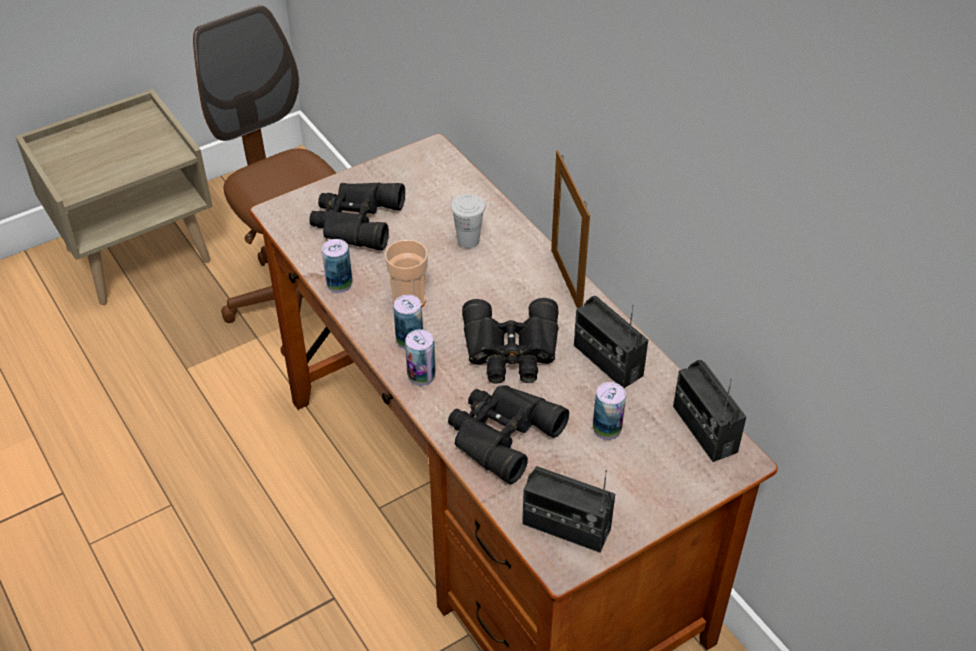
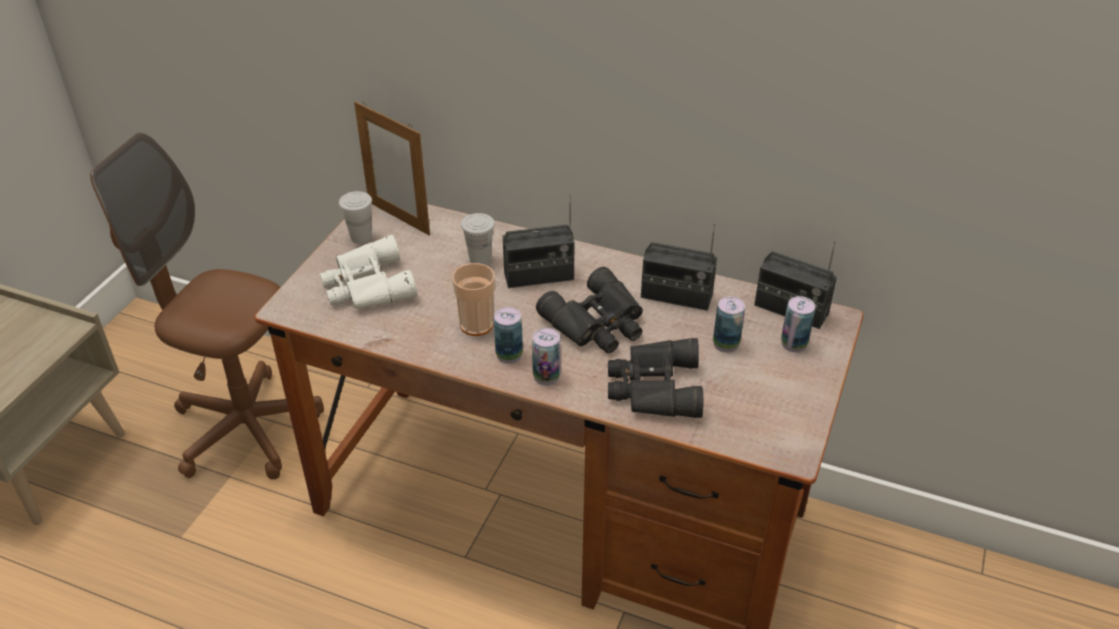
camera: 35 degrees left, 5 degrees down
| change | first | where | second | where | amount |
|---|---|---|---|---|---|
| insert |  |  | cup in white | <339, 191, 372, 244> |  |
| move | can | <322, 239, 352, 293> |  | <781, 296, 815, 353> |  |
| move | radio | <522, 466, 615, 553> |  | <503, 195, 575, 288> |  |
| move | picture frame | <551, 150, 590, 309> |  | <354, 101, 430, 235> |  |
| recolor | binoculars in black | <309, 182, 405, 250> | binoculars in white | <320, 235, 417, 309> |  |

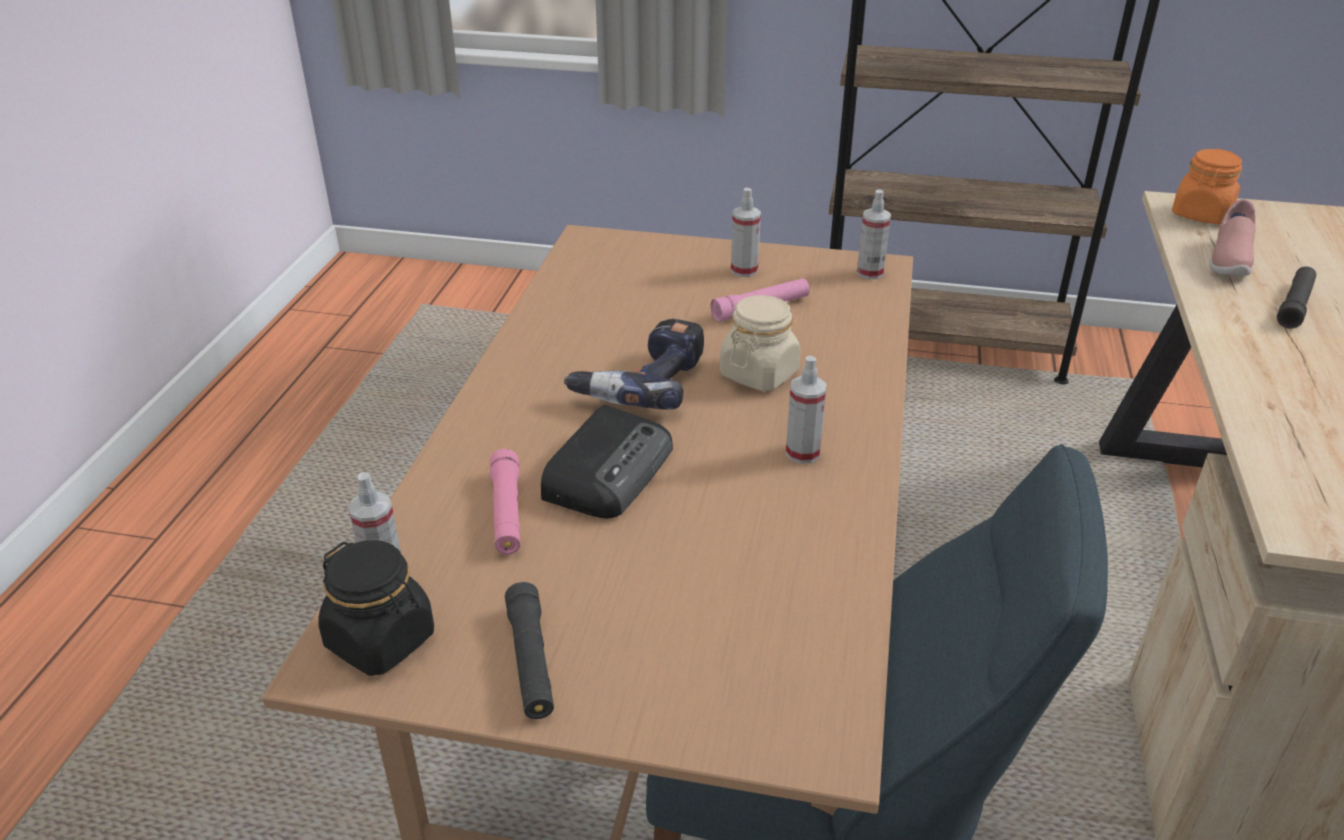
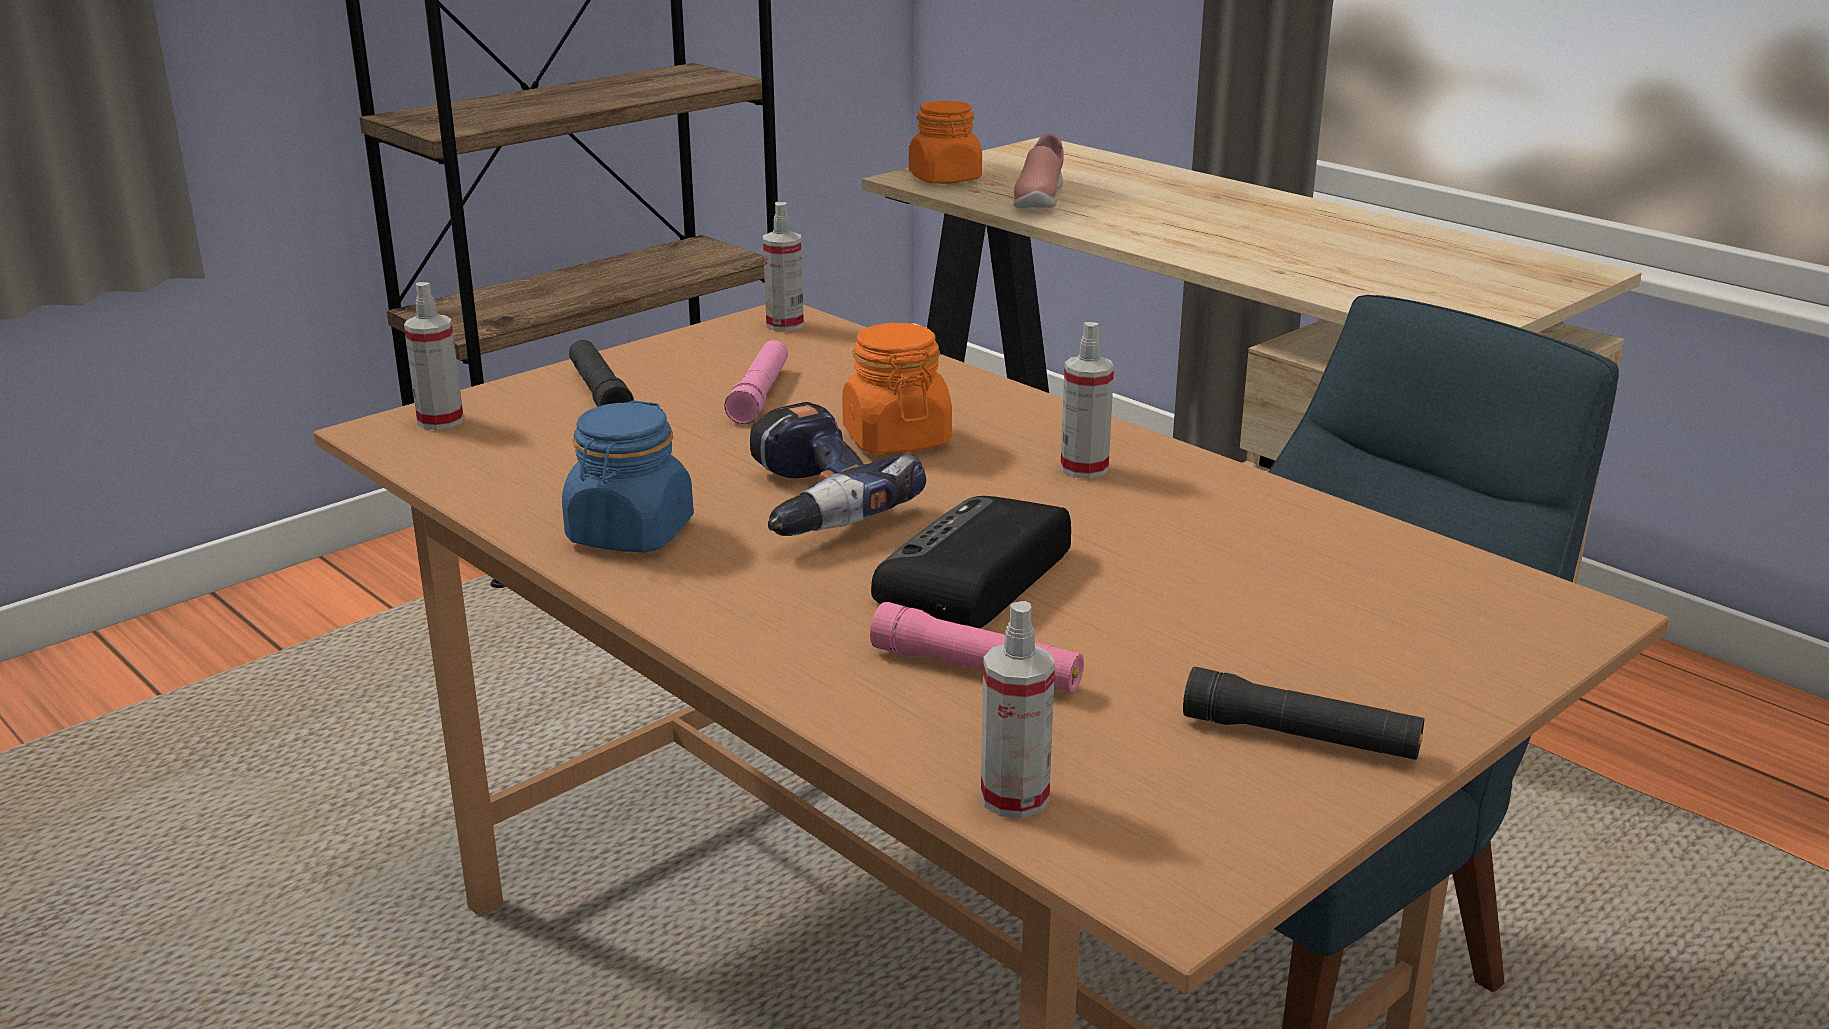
camera: 55 degrees left, 10 degrees down
| change | first | where | second | where | amount |
|---|---|---|---|---|---|
| delete | jar in black | <318, 540, 434, 676> |  |  |  |
| insert |  |  | jar in blue | <562, 400, 694, 552> |  |
| move | spray bottle | <731, 188, 761, 277> |  | <404, 282, 464, 430> |  |
| move | flashlight in black | <1277, 266, 1316, 329> |  | <569, 340, 634, 407> |  |
| recolor | jar in beige | <720, 295, 801, 391> | jar in orange | <842, 323, 952, 454> |  |
| rotate | radio | <541, 405, 673, 518> |  | <871, 496, 1071, 629> | 120 degrees counterclockwise |
| rotate | shoe in pink | <1209, 199, 1256, 276> |  | <1014, 134, 1064, 208> | 45 degrees clockwise |

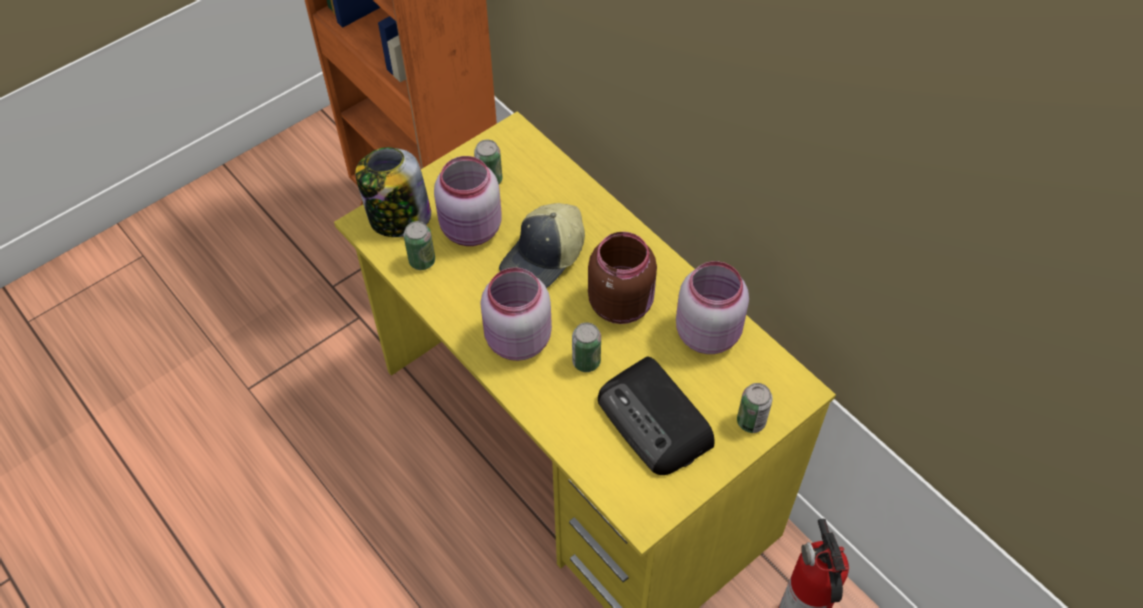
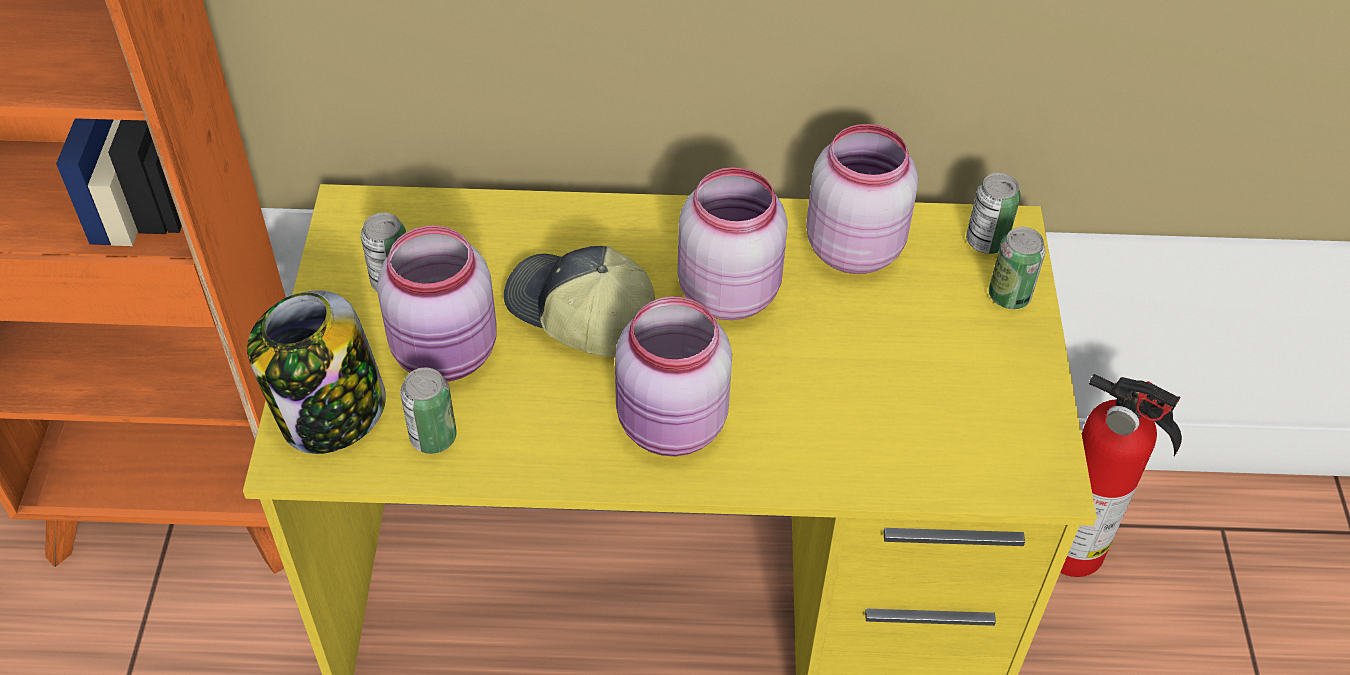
camera: 50 degrees left, 5 degrees down
| change | first | where | second | where | amount |
|---|---|---|---|---|---|
| delete | radio | <598, 356, 715, 475> |  |  |  |
| move | can | <572, 322, 601, 372> |  | <966, 173, 1021, 254> |  |
| recolor | jar in brown | <588, 232, 657, 324> | jar in pink | <677, 167, 788, 320> |  |
| rotate | cap | <499, 203, 585, 288> |  | <504, 246, 655, 357> | 135 degrees clockwise |

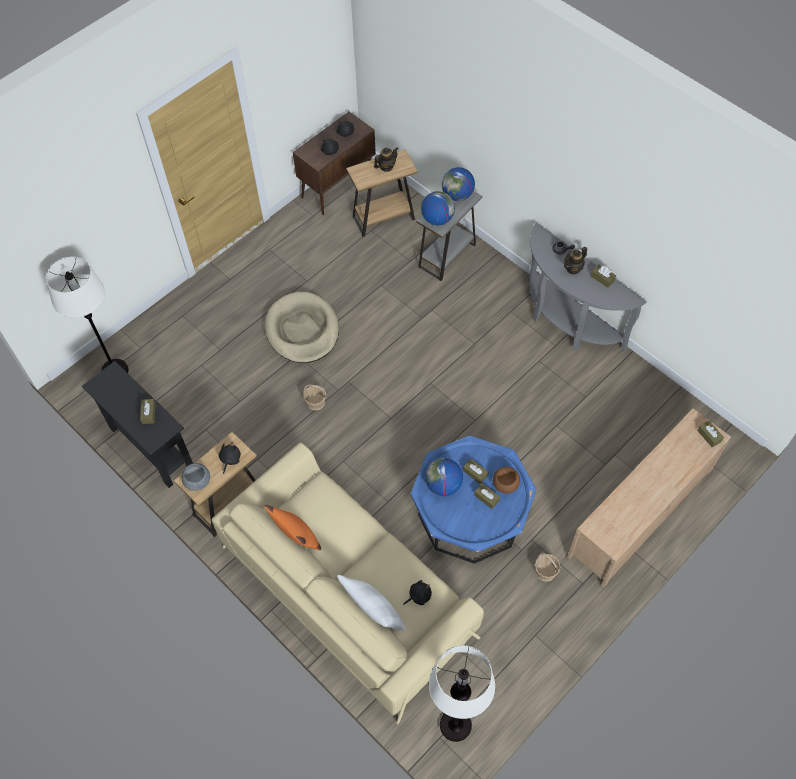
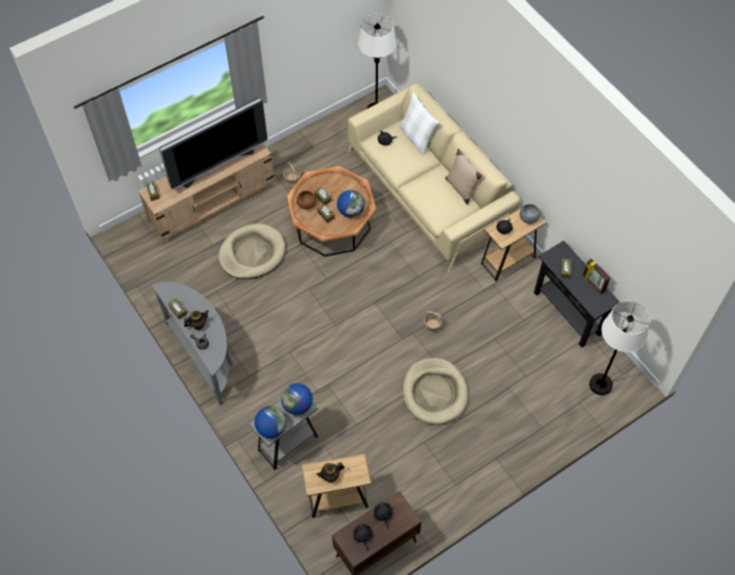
camera: 170 degrees left, 0 degrees up
| change | first | where | second | where | amount |
|---|---|---|---|---|---|
| insert |  |  | television | <159, 97, 268, 190> |  |
| insert |  |  | dog bed in beige | <218, 223, 285, 279> |  |
| insert |  |  | picture frame | <583, 259, 610, 294> |  |
| recolor | pillow in orange | <264, 505, 321, 550> | pillow in beige | <446, 149, 482, 205> |  |
| recolor | coffee table in blue | <411, 435, 536, 564> | coffee table in brown | <287, 166, 376, 257> |  |

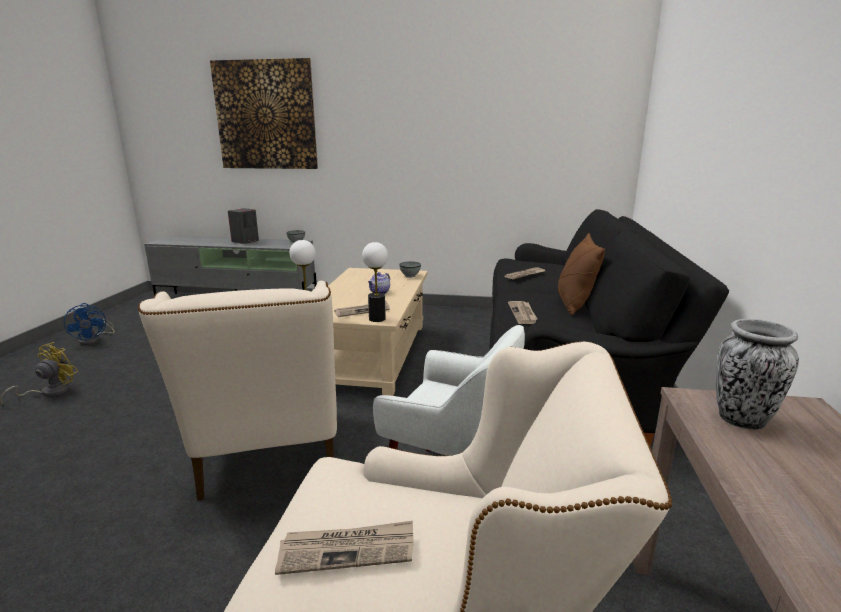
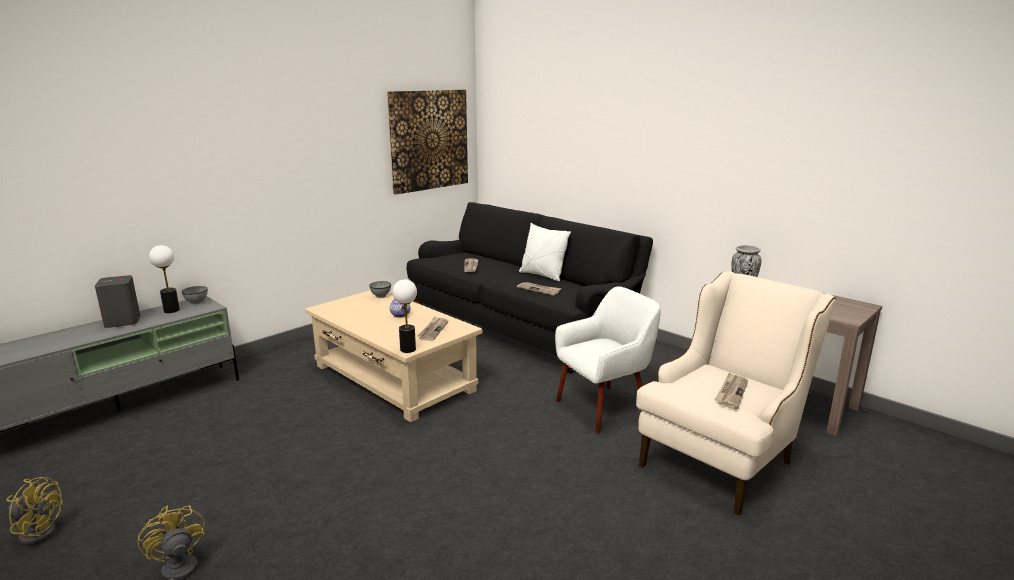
camera: 55 degrees left, 0 degrees up
| change | first | where | second | where | amount |
|---|---|---|---|---|---|
| delete | armchair in beige | <138, 281, 337, 500> |  |  |  |
| move | picture | <210, 58, 318, 169> |  | <387, 90, 468, 195> |  |
| move | table lamp | <362, 242, 388, 322> |  | <149, 245, 180, 313> |  |
| recolor | fan in blue | <64, 303, 115, 345> | fan in yellow | <7, 477, 63, 546> |  |
| recolor | pillow in brown | <558, 233, 605, 315> | pillow in white | <519, 223, 571, 281> |  |

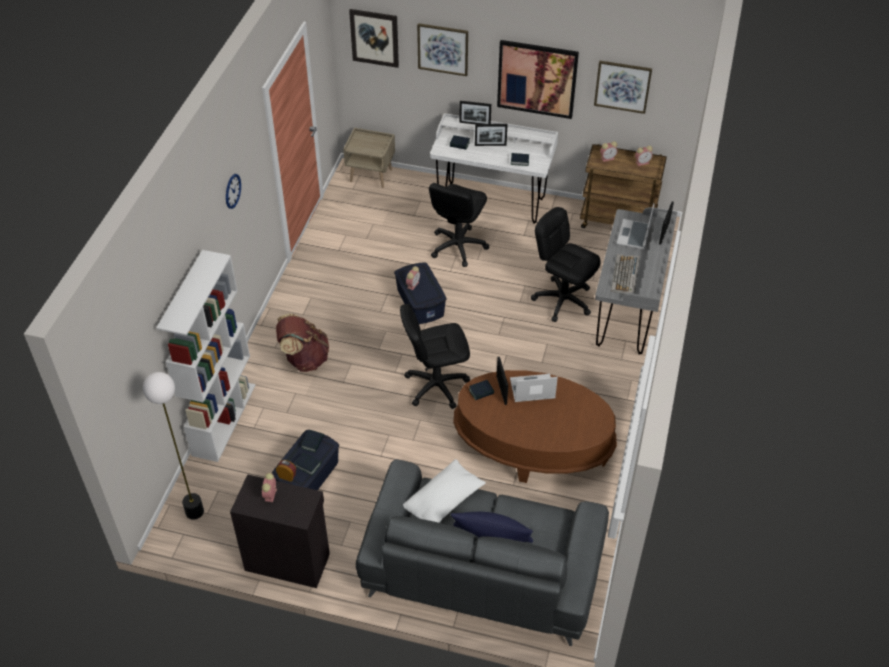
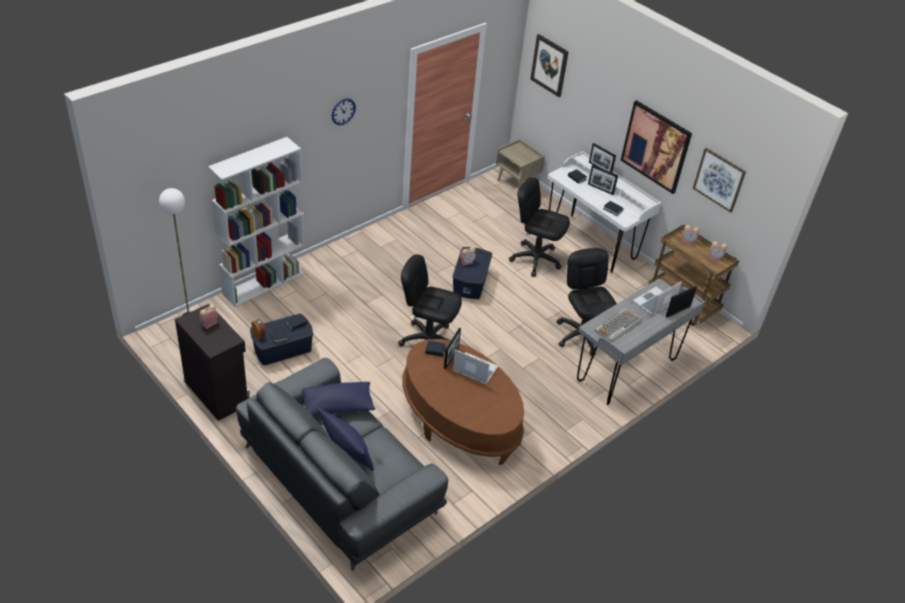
camera: 30 degrees right, 5 degrees down
| change | first | where | second | where | amount |
|---|---|---|---|---|---|
| delete | backpack in brown | <276, 313, 329, 372> |  |  |  |
| delete | picture | <417, 23, 468, 76> |  |  |  |
| recolor | pillow in white | <403, 459, 486, 523> | pillow in blue | <302, 382, 375, 416> |  |
| rotate | office chair in black | <429, 183, 489, 267> |  | <509, 177, 570, 277> | 60 degrees clockwise |

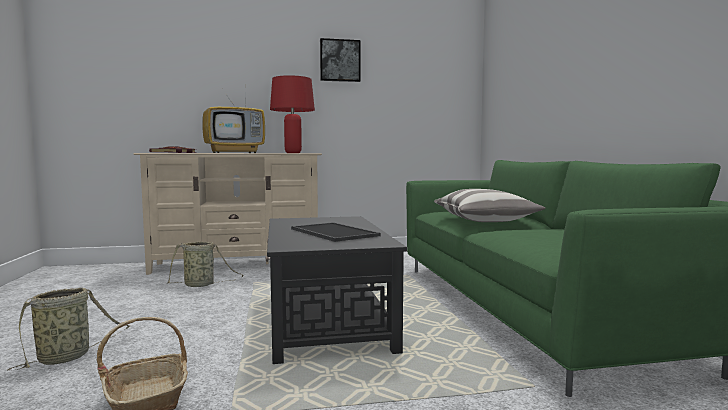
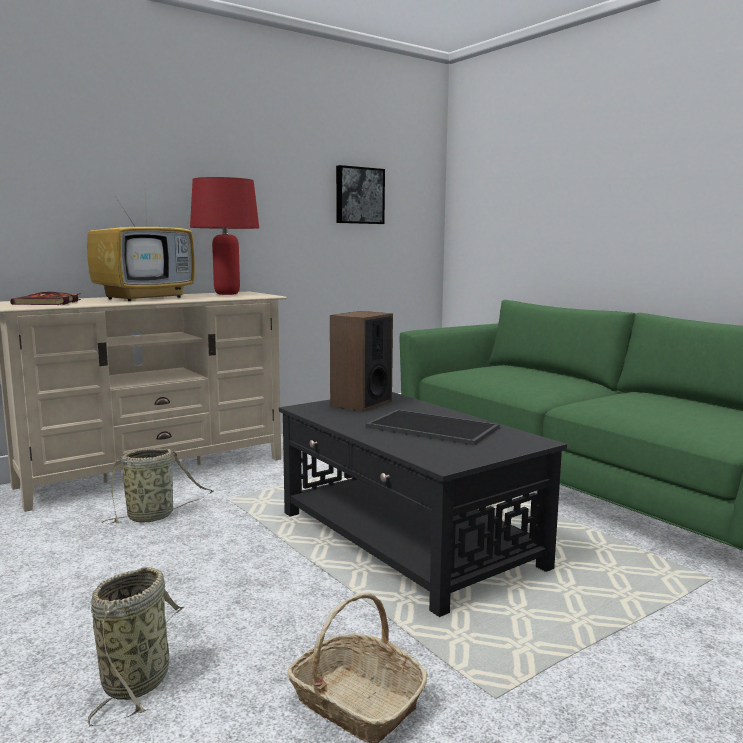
camera: 25 degrees left, 5 degrees up
| change | first | where | second | where | amount |
|---|---|---|---|---|---|
| delete | pillow | <434, 189, 545, 222> |  |  |  |
| insert |  |  | speaker | <330, 311, 393, 412> |  |
| move | picture | <320, 38, 361, 82> |  | <336, 165, 385, 224> |  |

